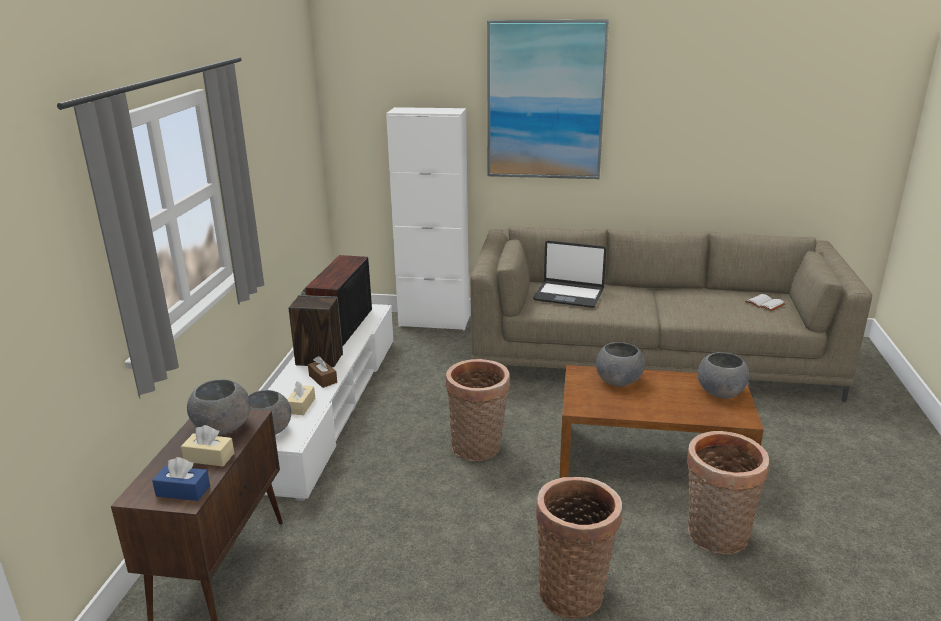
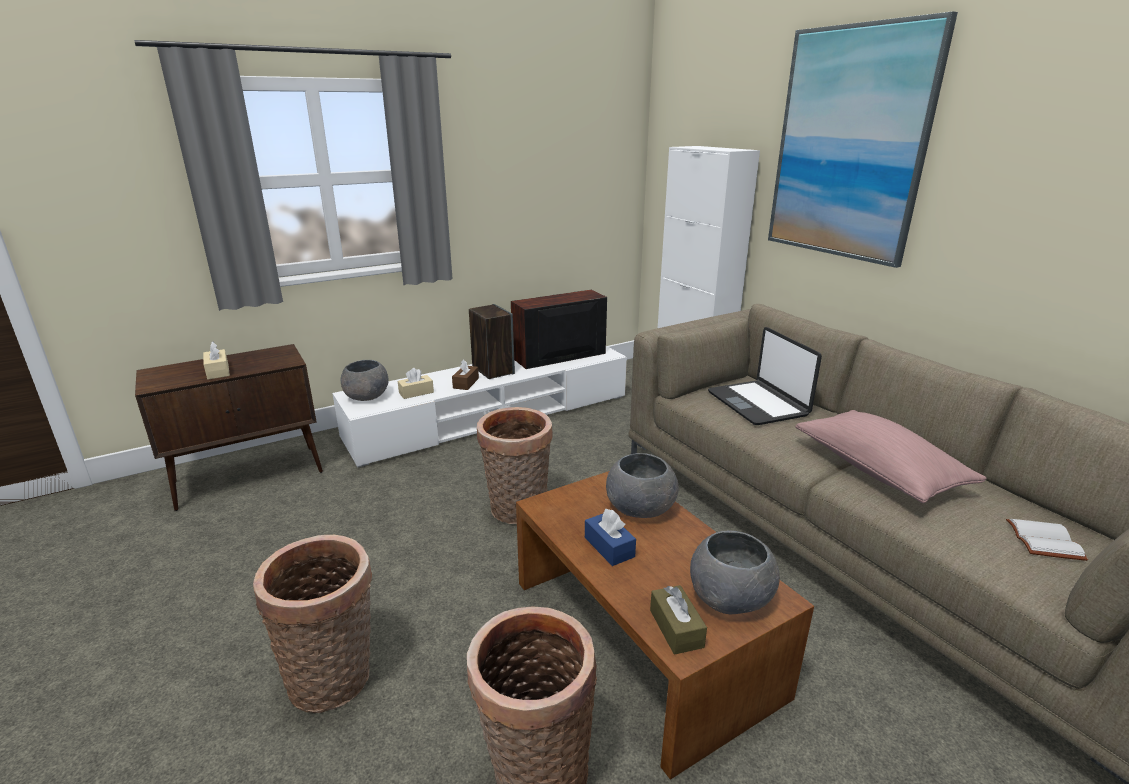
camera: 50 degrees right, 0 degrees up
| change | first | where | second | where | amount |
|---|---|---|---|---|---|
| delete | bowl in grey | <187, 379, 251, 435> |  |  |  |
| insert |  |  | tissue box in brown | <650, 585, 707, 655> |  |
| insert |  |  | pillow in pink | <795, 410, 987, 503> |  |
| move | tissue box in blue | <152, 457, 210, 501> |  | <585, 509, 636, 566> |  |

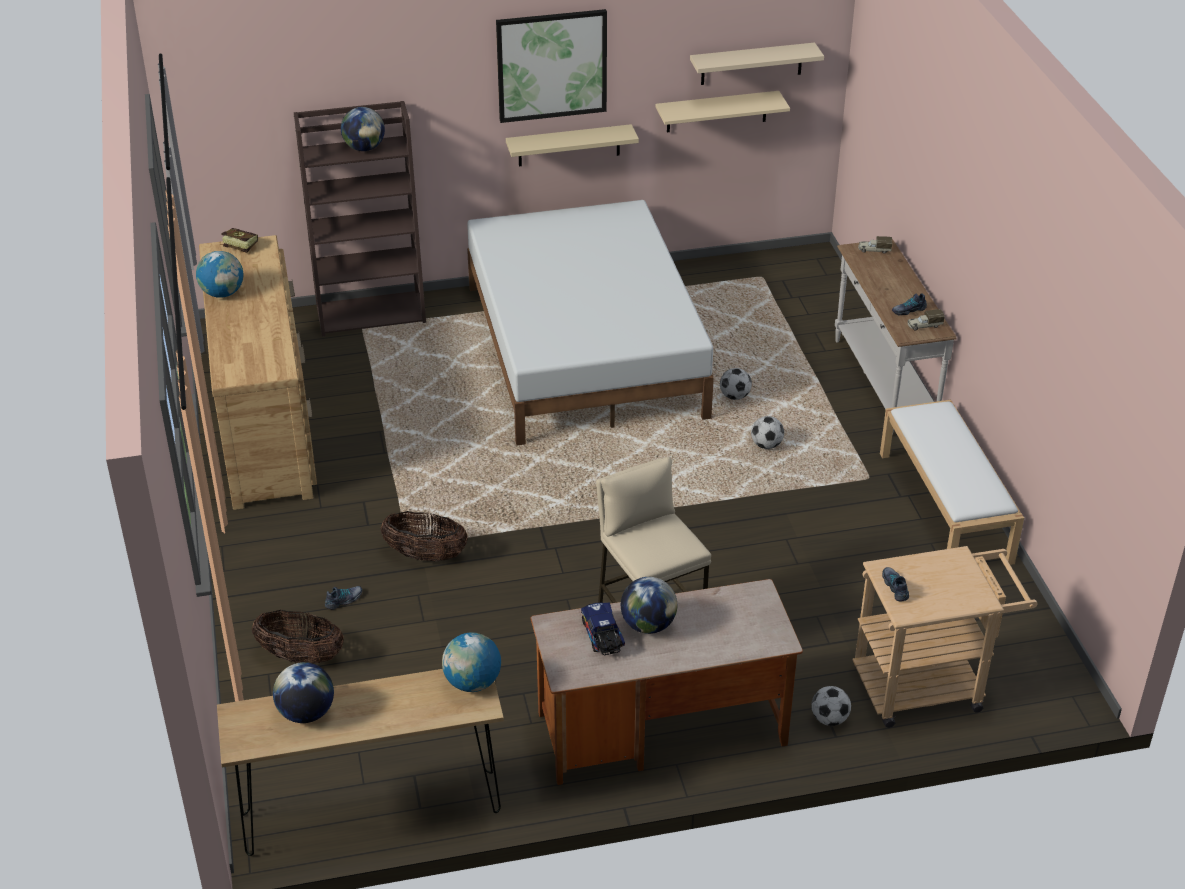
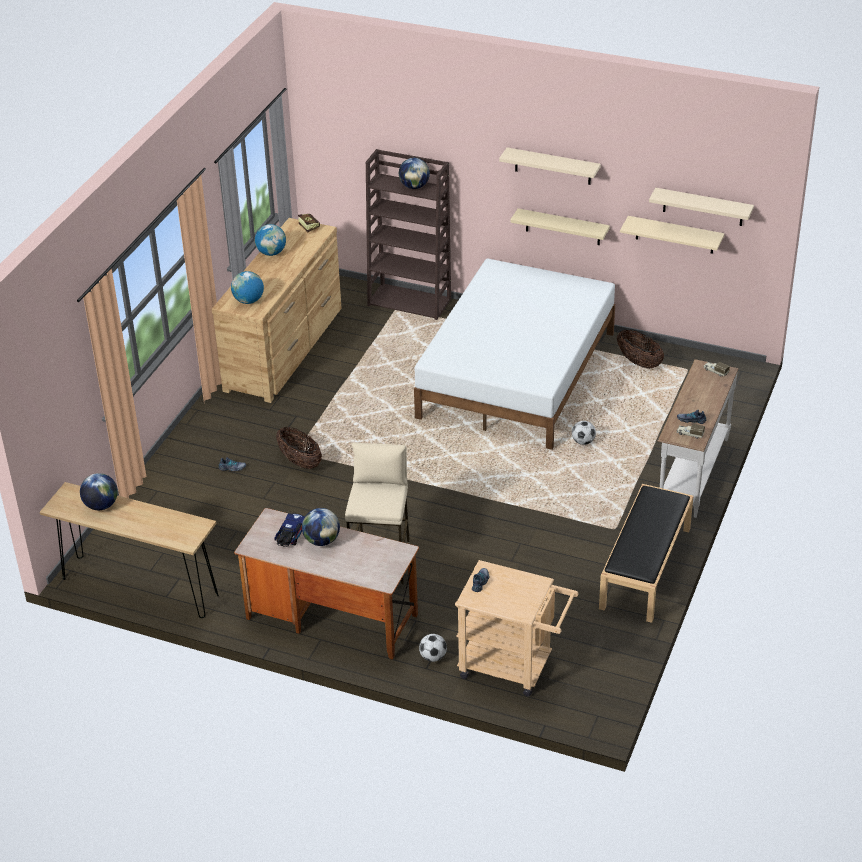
camera: 35 degrees right, 0 degrees up
| change | first | where | second | where | amount |
|---|---|---|---|---|---|
| delete | football | <751, 416, 784, 449> |  |  |  |
| move | basket | <252, 610, 344, 664> |  | <617, 330, 664, 369> |  |
| move | globe | <442, 633, 501, 692> |  | <231, 271, 264, 304> |  |
| replace | picture | <496, 9, 607, 123> | shelf in beige | <499, 147, 601, 185> |  |
| recolor | bench in white | <880, 400, 1024, 565> | bench in black | <599, 484, 694, 623> |  |

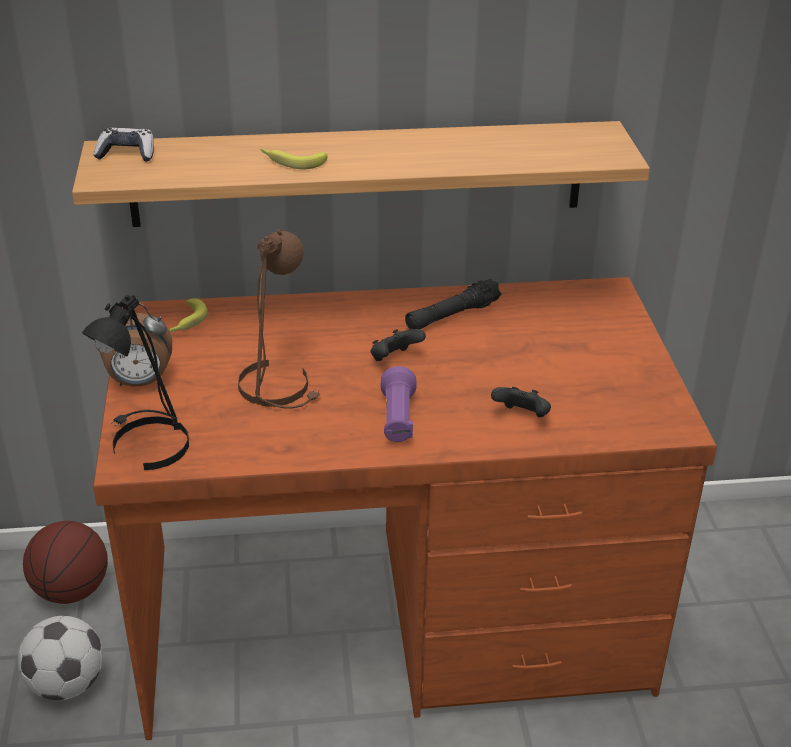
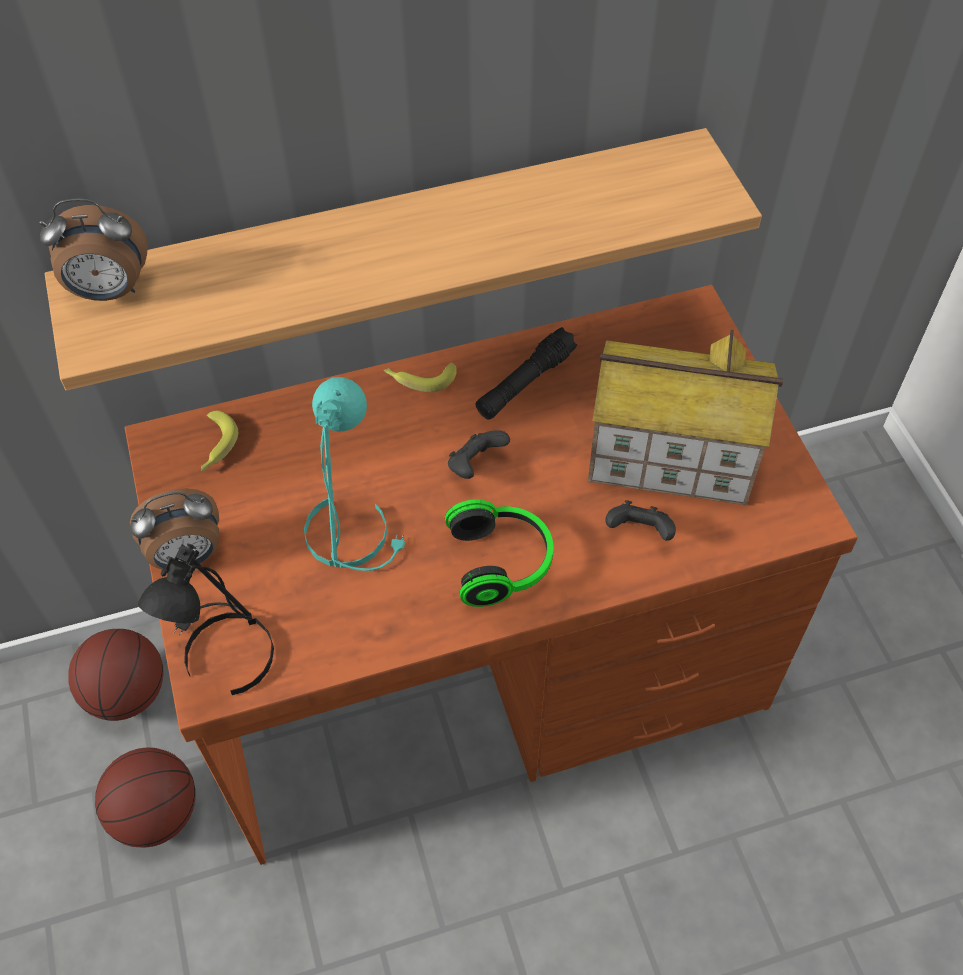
camera: 10 degrees left, 20 degrees up
| change | first | where | second | where | amount |
|---|---|---|---|---|---|
| insert |  |  | toy house | <588, 329, 783, 506> |  |
| move | banana | <260, 148, 327, 169> |  | <384, 362, 457, 392> |  |
| replace | football | <18, 616, 103, 700> | basketball | <95, 747, 196, 848> |  |
| replace | game controller | <93, 128, 154, 162> | alarm clock | <39, 199, 148, 301> |  |
| replace | flashlight in purple | <381, 366, 416, 442> | headphones | <445, 500, 553, 607> |  |
| recolor | table lamp in brown | <238, 229, 320, 409> | table lamp in turquoise | <304, 377, 406, 571> |  |

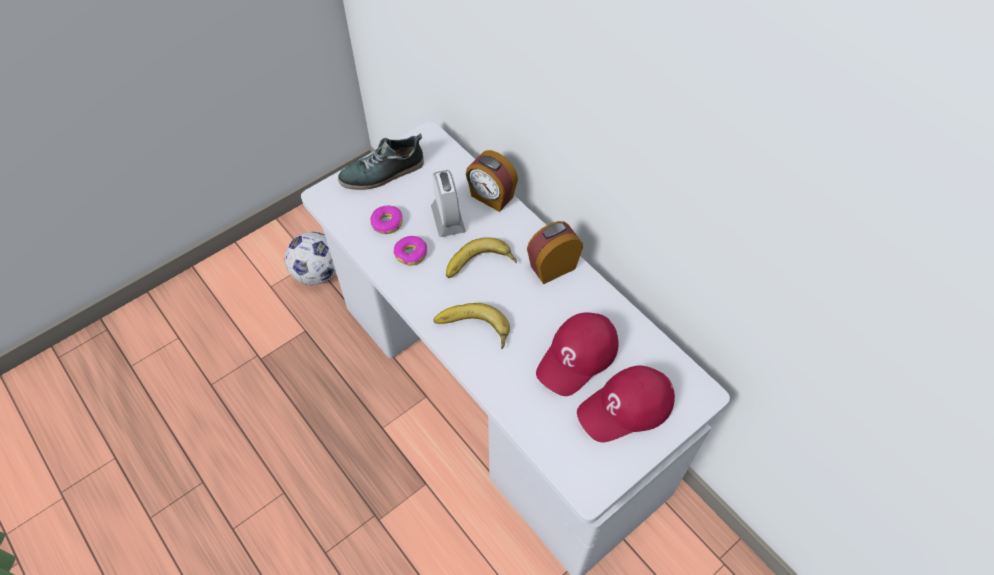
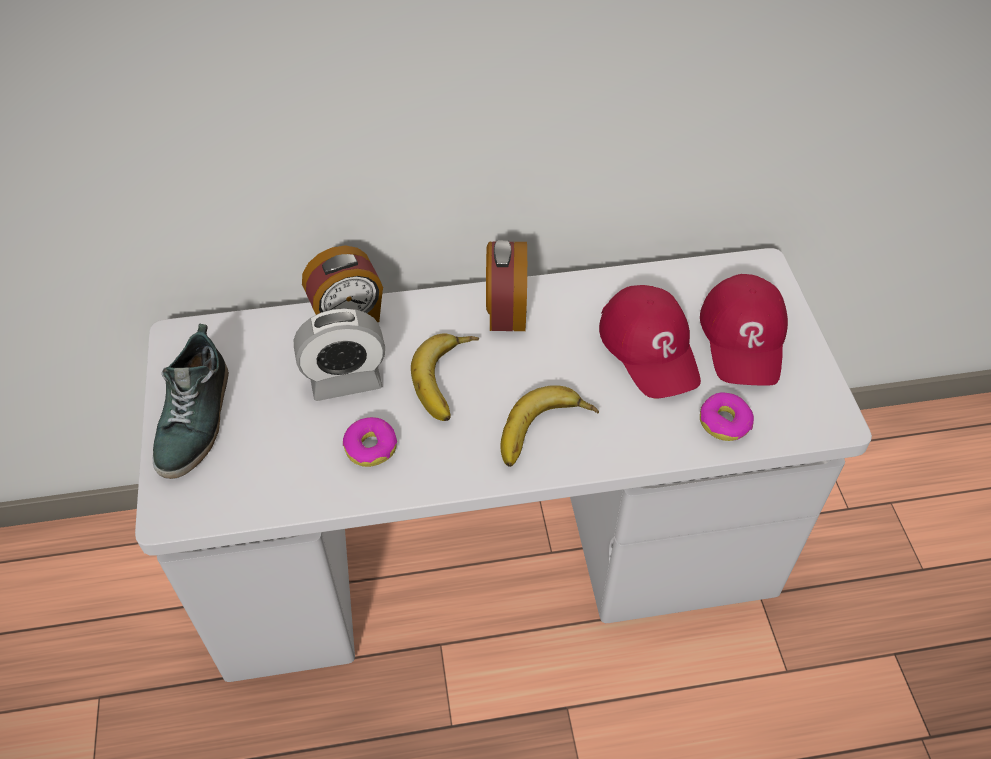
camera: 60 degrees left, 5 degrees down
| change | first | where | second | where | amount |
|---|---|---|---|---|---|
| delete | football | <285, 232, 336, 285> |  |  |  |
| move | donut | <370, 206, 403, 234> |  | <700, 392, 754, 441> |  |
| rotate | alarm clock | <431, 170, 466, 237> |  | <294, 308, 385, 401> | 150 degrees clockwise |

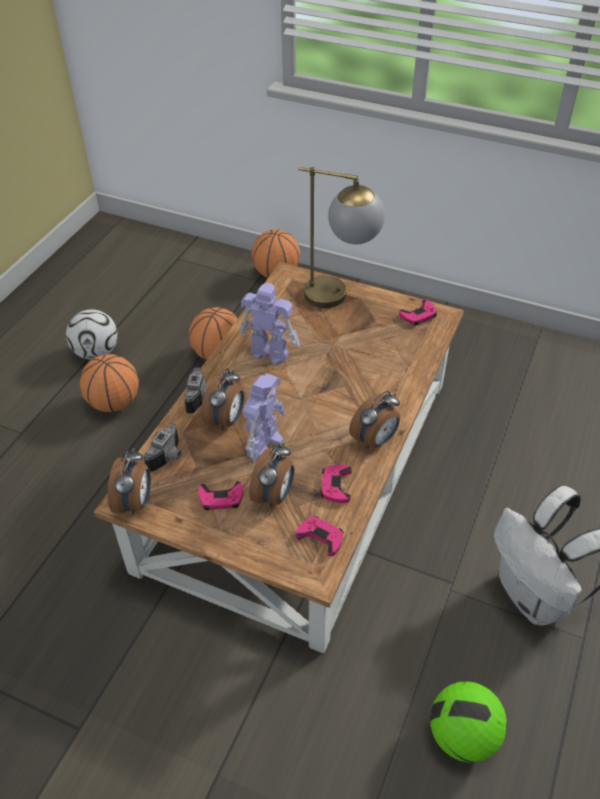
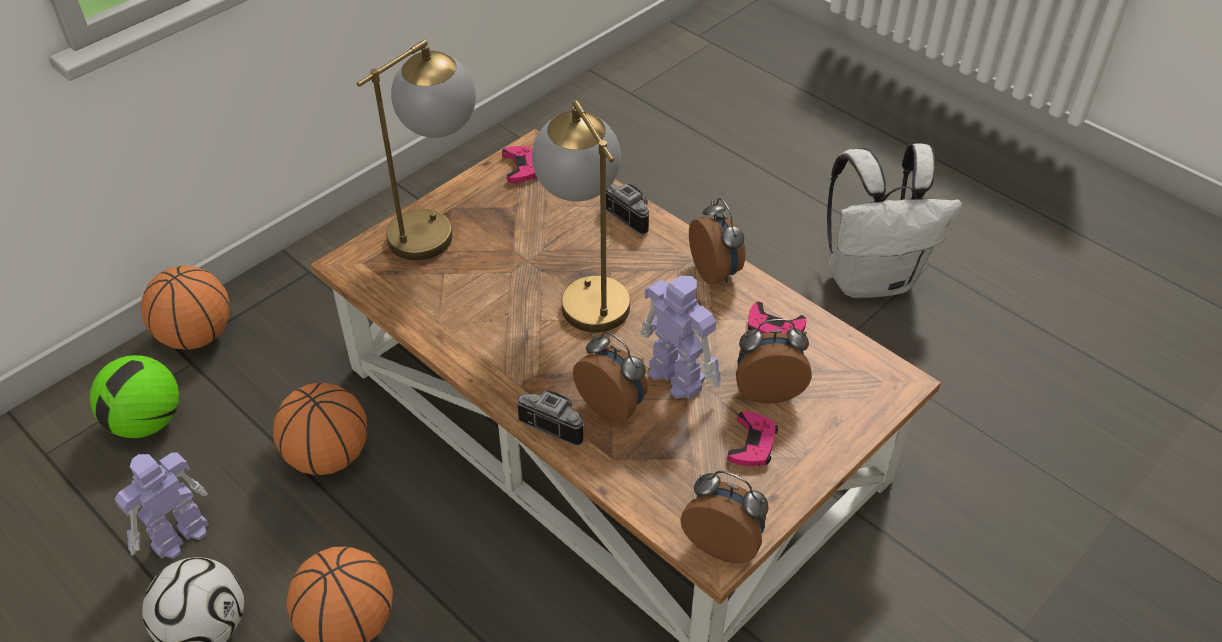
camera: 70 degrees left, 0 degrees up
| change | first | where | second | where | amount |
|---|---|---|---|---|---|
| delete | game controller in pink | <295, 516, 344, 557> |  |  |  |
| insert |  |  | table lamp | <532, 101, 630, 333> |  |
| move | photo camera | <144, 424, 182, 472> |  | <606, 183, 649, 235> |  |
| move | toy robot | <240, 283, 300, 365> |  | <115, 453, 209, 559> |  |
| move | football | <430, 681, 507, 763> |  | <90, 355, 179, 438> |  |
| rotate | alarm clock | <249, 443, 294, 507> |  | <736, 319, 812, 404> | 45 degrees counterclockwise |

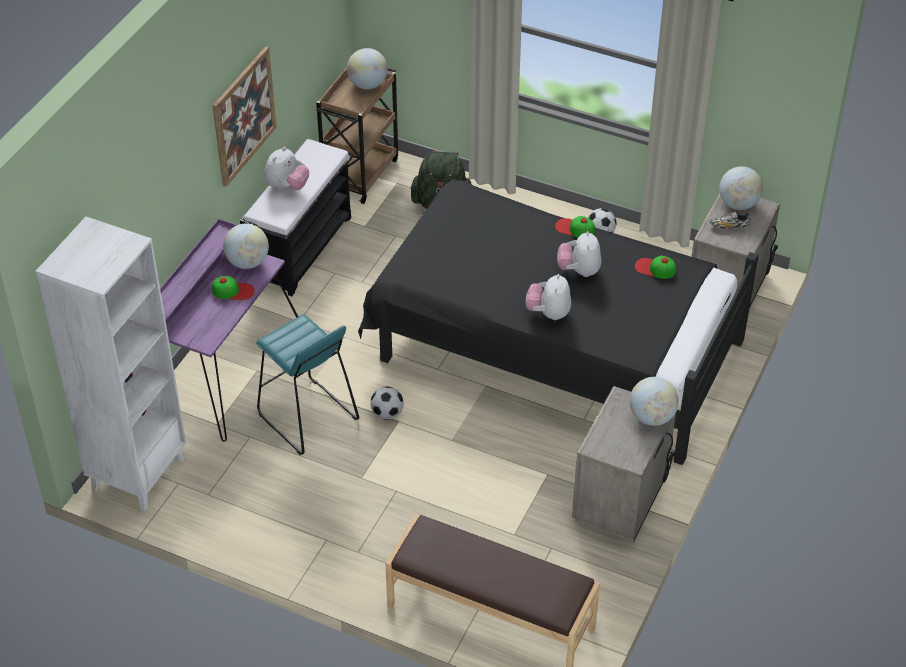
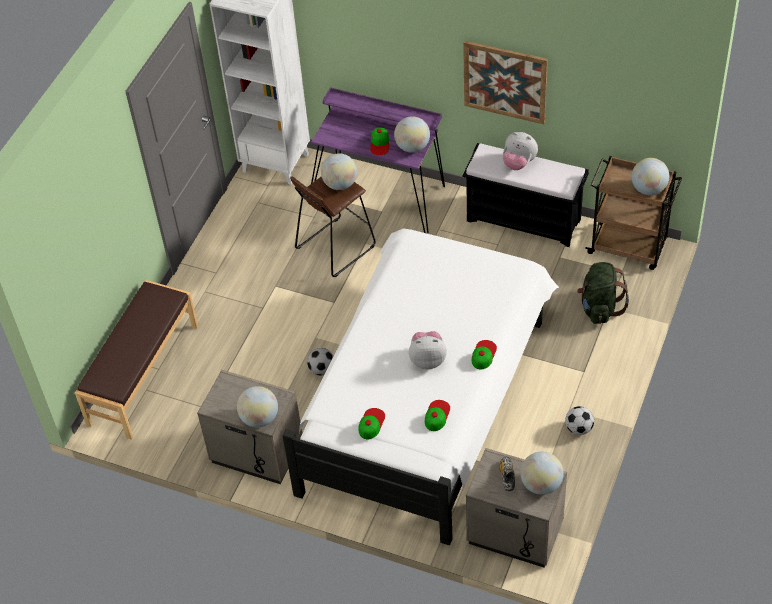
camera: 90 degrees right, 5 degrees up
| change | first | where | second | where | amount |
|---|---|---|---|---|---|
| delete | plush toy | <526, 274, 571, 320> |  |  |  |
| insert |  |  | globe | <321, 153, 357, 190> |  |
| insert |  |  | cap | <359, 408, 385, 439> |  |
| move | football | <370, 387, 404, 420> |  | <307, 348, 334, 375> |  |
| recolor | stool in turquoise | <256, 314, 359, 455> | stool in brown | <290, 176, 376, 277> |  |
| recolor | bed in black | <358, 180, 759, 465> | bed in white | <282, 228, 559, 545> |  |

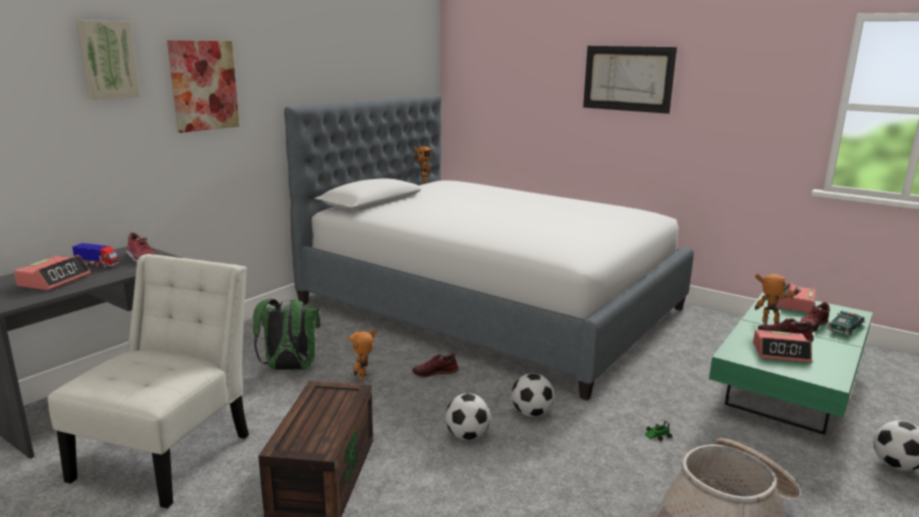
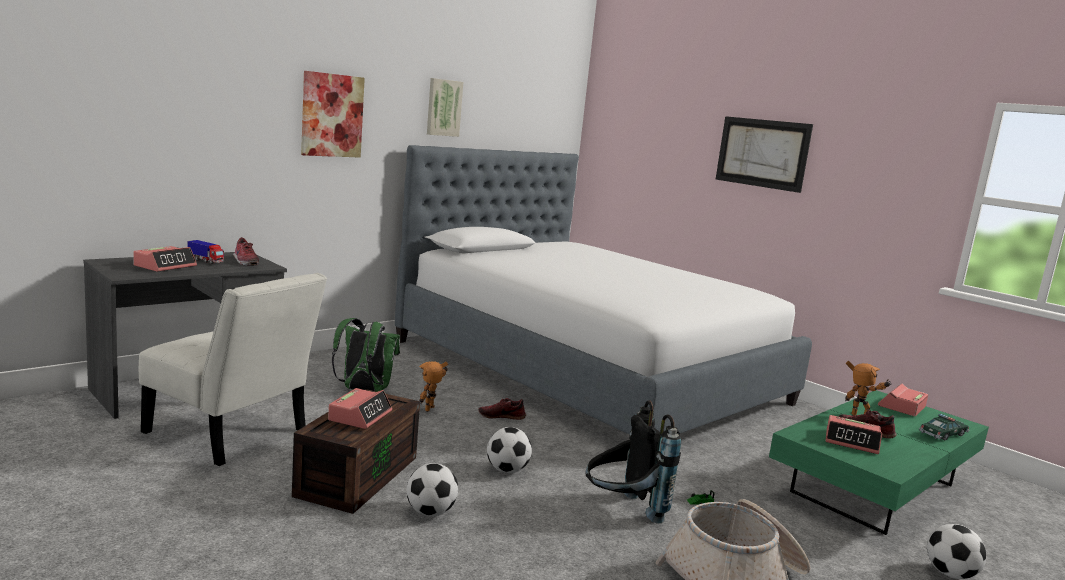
camera: 10 degrees right, 5 degrees down
| change | first | where | second | where | amount |
|---|---|---|---|---|---|
| delete | toy robot | <414, 146, 434, 183> |  |  |  |
| delete | shoe | <800, 302, 830, 332> |  |  |  |
| insert |  |  | alarm clock | <328, 388, 392, 429> |  |
| insert |  |  | backpack in black | <585, 400, 681, 524> |  |
| move | picture | <76, 20, 140, 100> |  | <427, 78, 463, 137> |  |
| move | football | <512, 373, 555, 417> |  | <407, 463, 458, 516> |  |
| rotate | chair in white | <48, 254, 249, 508> |  | <139, 273, 327, 466> | 90 degrees clockwise |

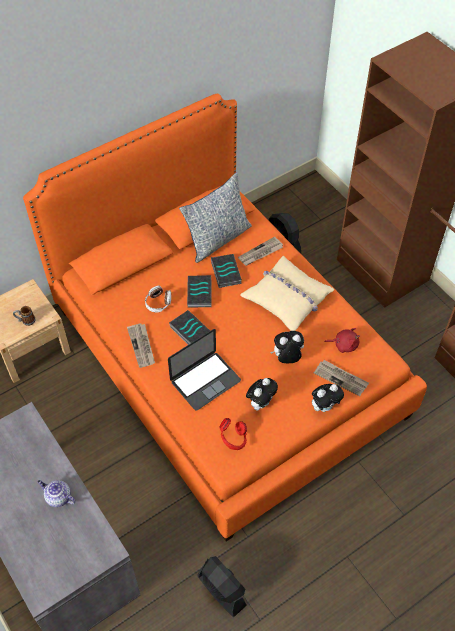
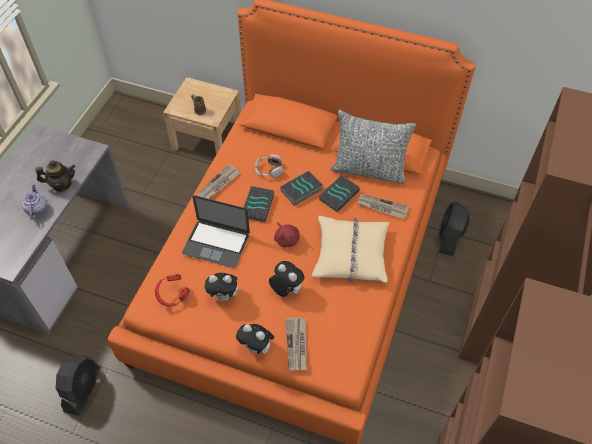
camera: 55 degrees right, 0 degrees up
| change | first | where | second | where | amount |
|---|---|---|---|---|---|
| insert |  |  | teapot | <35, 160, 75, 192> |  |
| move | plush toy in red | <324, 328, 360, 353> |  | <274, 222, 300, 247> |  |

